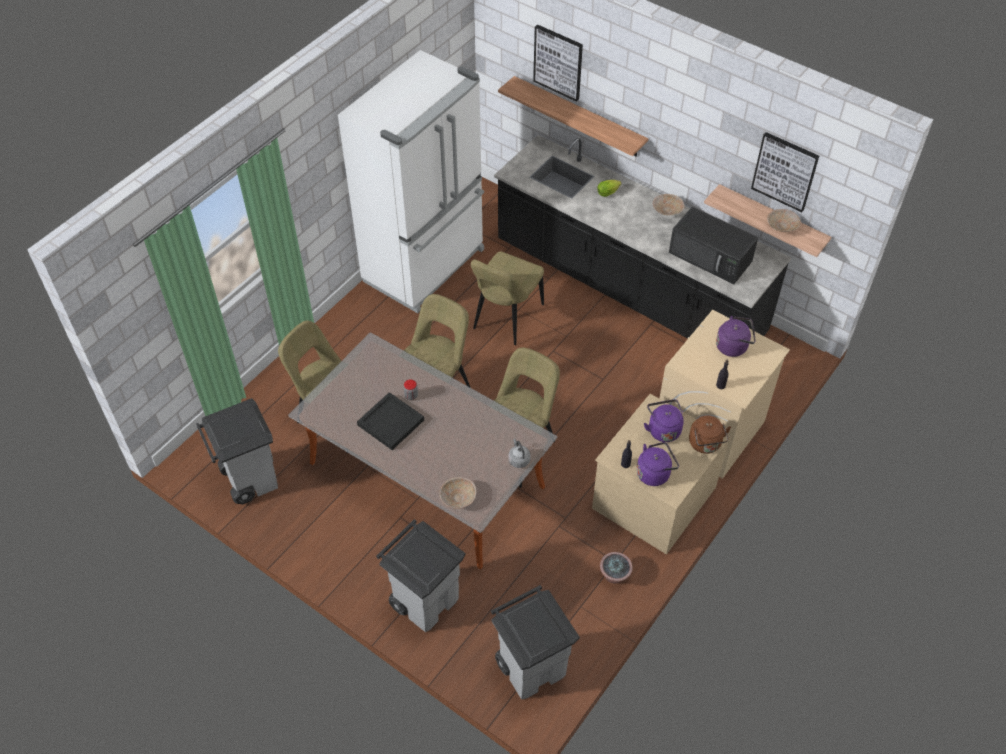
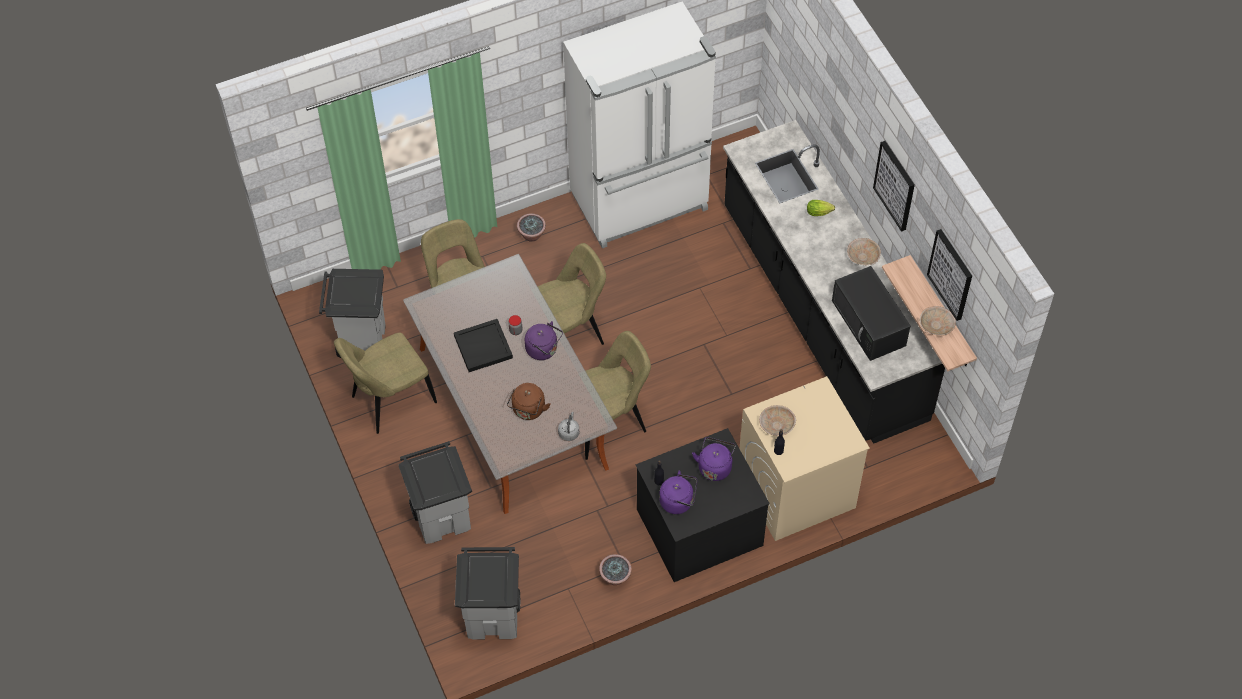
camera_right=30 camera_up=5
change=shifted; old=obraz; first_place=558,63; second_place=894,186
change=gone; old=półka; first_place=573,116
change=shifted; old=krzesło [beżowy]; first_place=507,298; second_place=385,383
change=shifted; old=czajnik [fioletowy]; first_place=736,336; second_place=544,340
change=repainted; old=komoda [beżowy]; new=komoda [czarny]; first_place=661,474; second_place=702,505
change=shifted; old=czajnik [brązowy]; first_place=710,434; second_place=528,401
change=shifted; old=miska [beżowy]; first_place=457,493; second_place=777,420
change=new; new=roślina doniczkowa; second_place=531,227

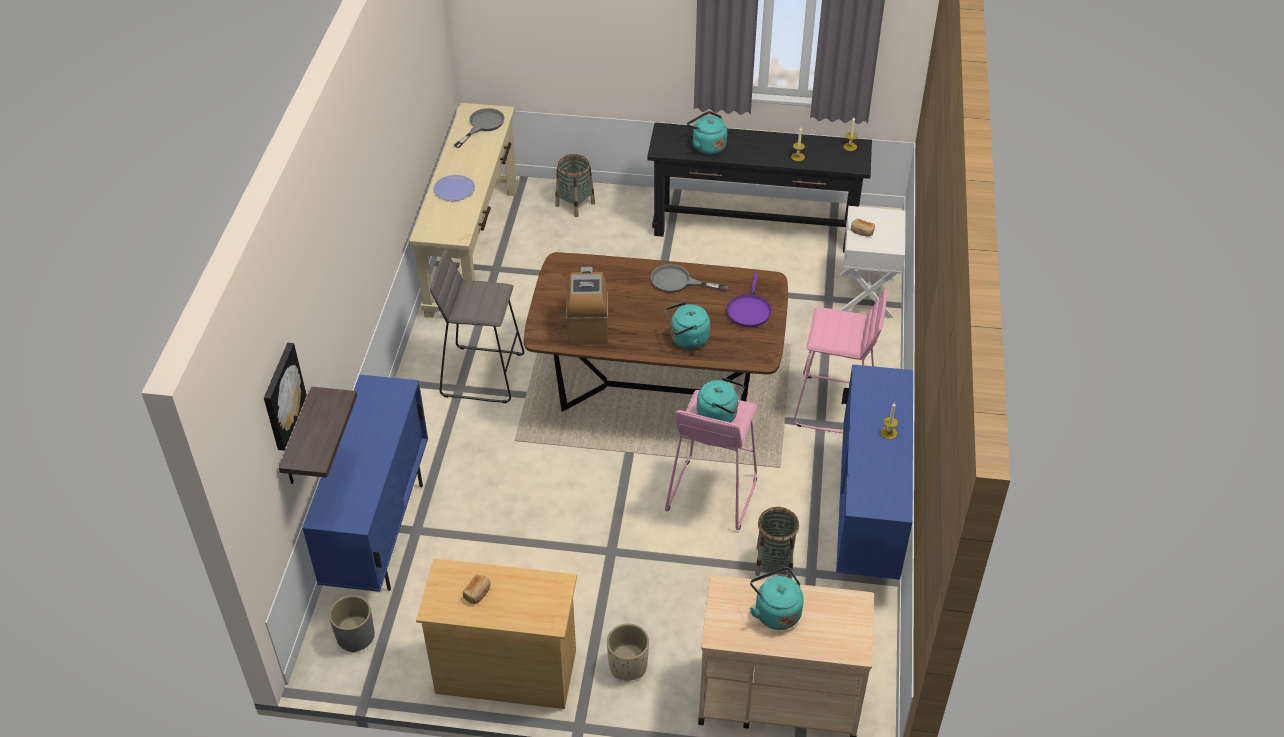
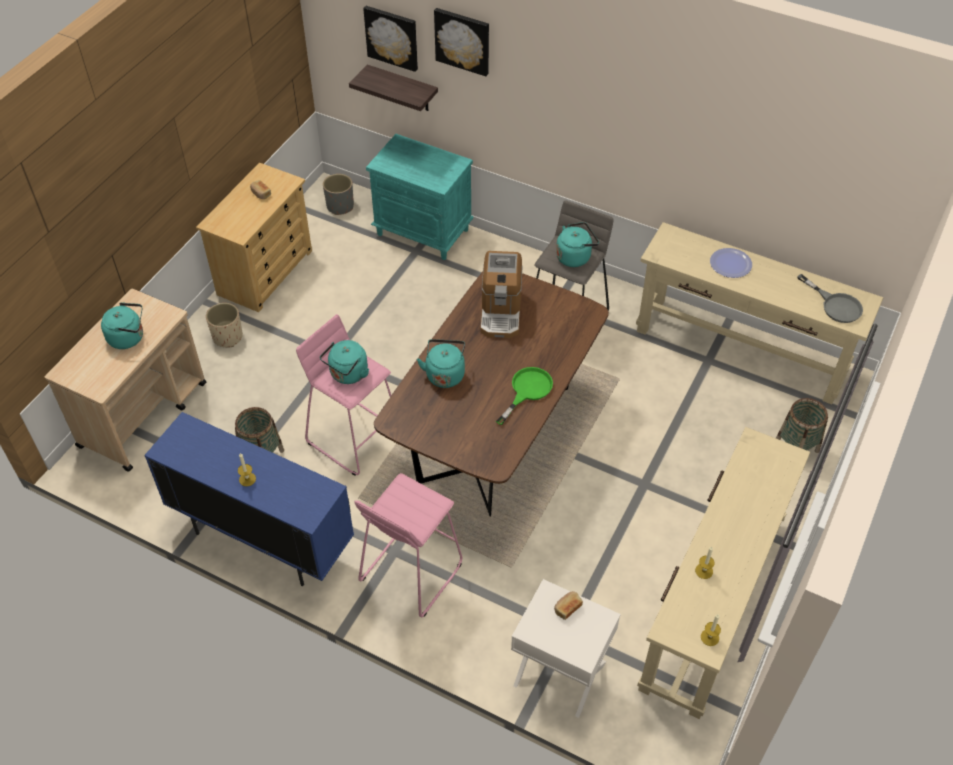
camera_right=110 camera_up=5
change=shifted; old=czajnik [turkusowy]; first_place=707,133; second_place=577,244
change=repainted; old=stolik konsolowy [czarny]; new=stolik konsolowy [beżowy]; first_place=759,187; second_place=723,573
change=repainted; old=patelnia [szary]; new=patelnia [zielony]; first_place=689,278; second_place=524,396
change=rotated; old=ekspres do kawy; first_place=587,306; second_place=501,294; degrees=75
change=gone; old=patelnia [fioletowy]; first_place=748,300
change=swapped; old=szafka [niebieski]; new=szafka nocna [turkusowy]; first_place=365,483; second_place=420,197
change=new; new=obraz; second_place=461,42

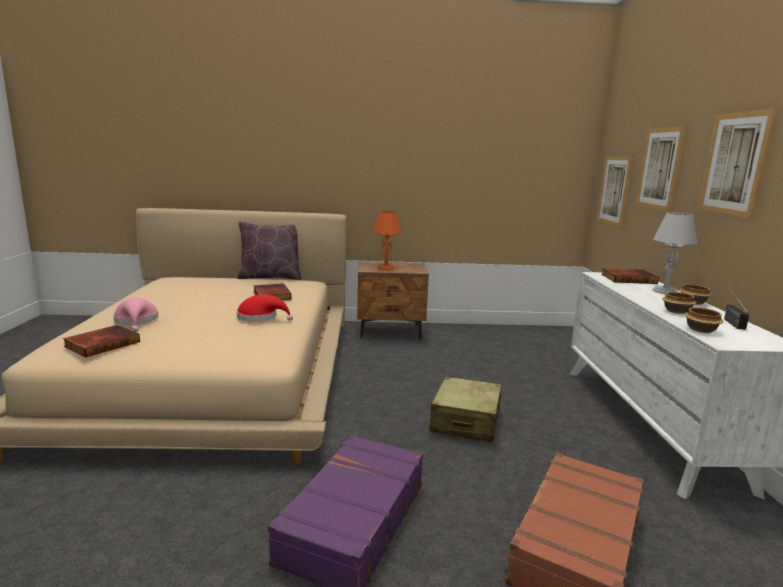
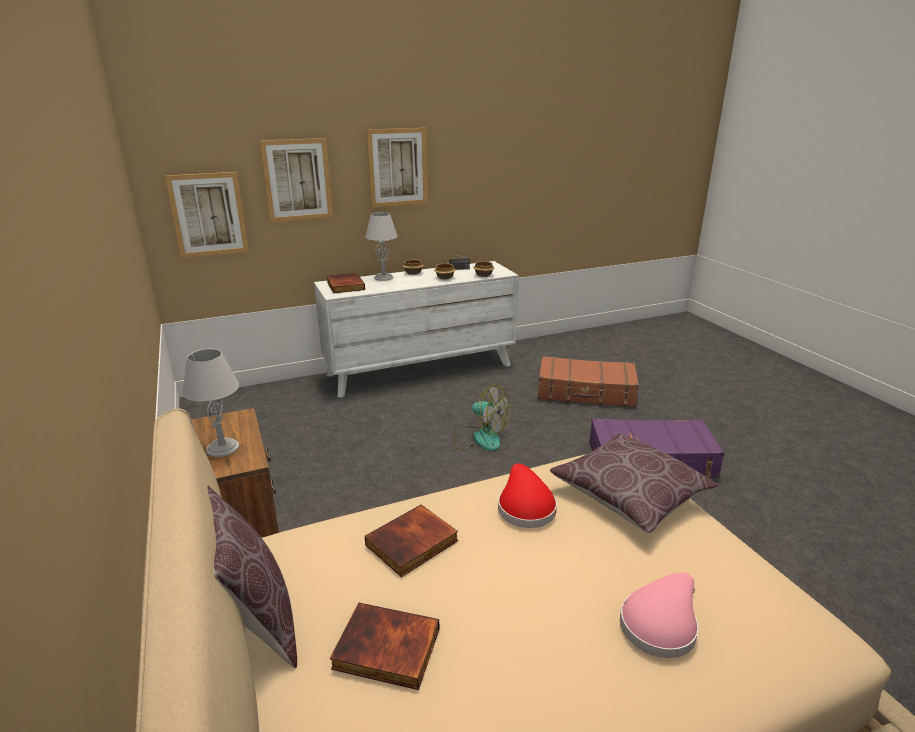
camera_right=-110 camera_up=10
change=repainted; old=lampa stołowa [pomarańczowy]; new=lampa stołowa [szary]; first_place=387,240; second_place=210,403
change=shifted; old=książka; first_place=101,341; second_place=384,646
change=swapped; old=walizka [beżowy]; new=wentylator; first_place=466,409; second_place=481,417
change=new; new=poduszka [brązowy]; second_place=634,483

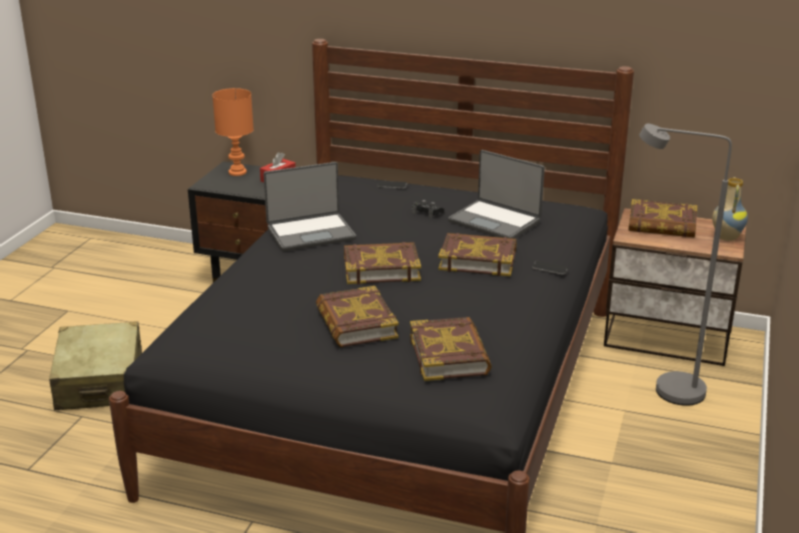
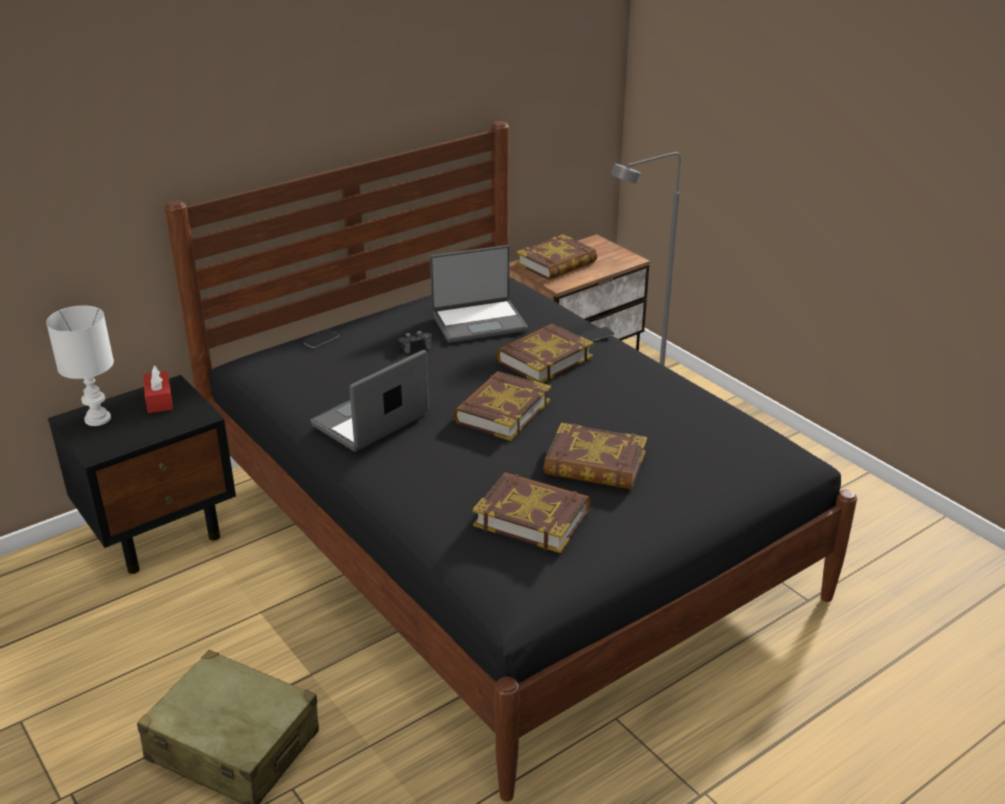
camera_right=-55 camera_up=5
change=repainted; old=lampa stołowa [pomarańczowy]; new=lampa stołowa [biały]; first_place=233,132; second_place=80,365
change=rotated; old=laptop; first_place=309,206; second_place=369,401; degrees=-150
change=gone; old=wazon; first_place=730,209
change=shifted; old=książka; first_place=451,349; second_place=531,512

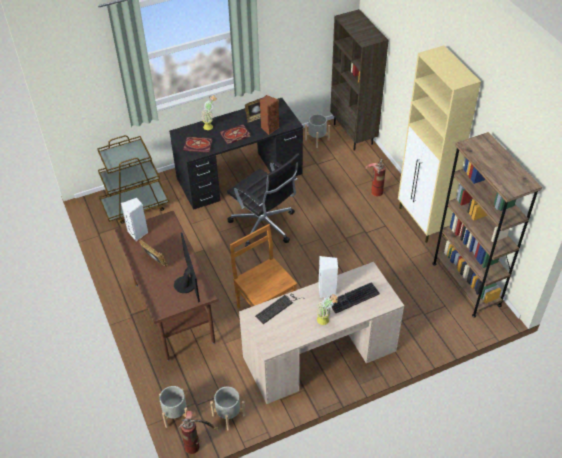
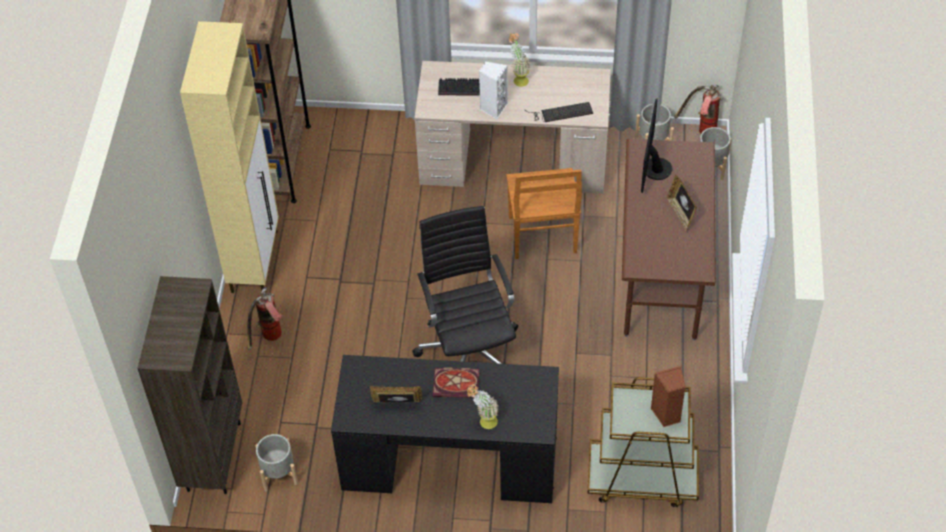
camera_right=-150 camera_up=5
change=shifted; old=głośnik [brązowy]; first_place=269,115; second_place=668,396
change=gone; old=książka; first_place=197,144
change=gone; old=głośnik [biały]; first_place=134,219

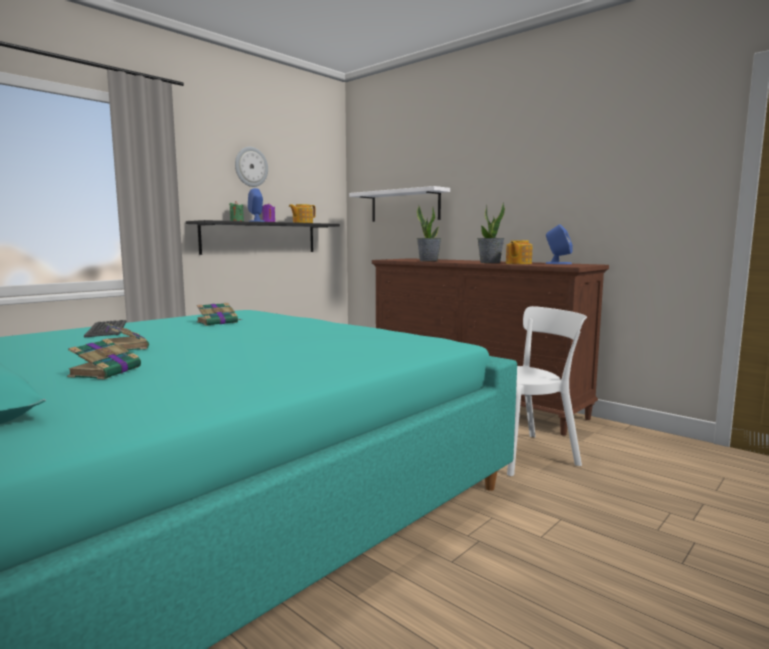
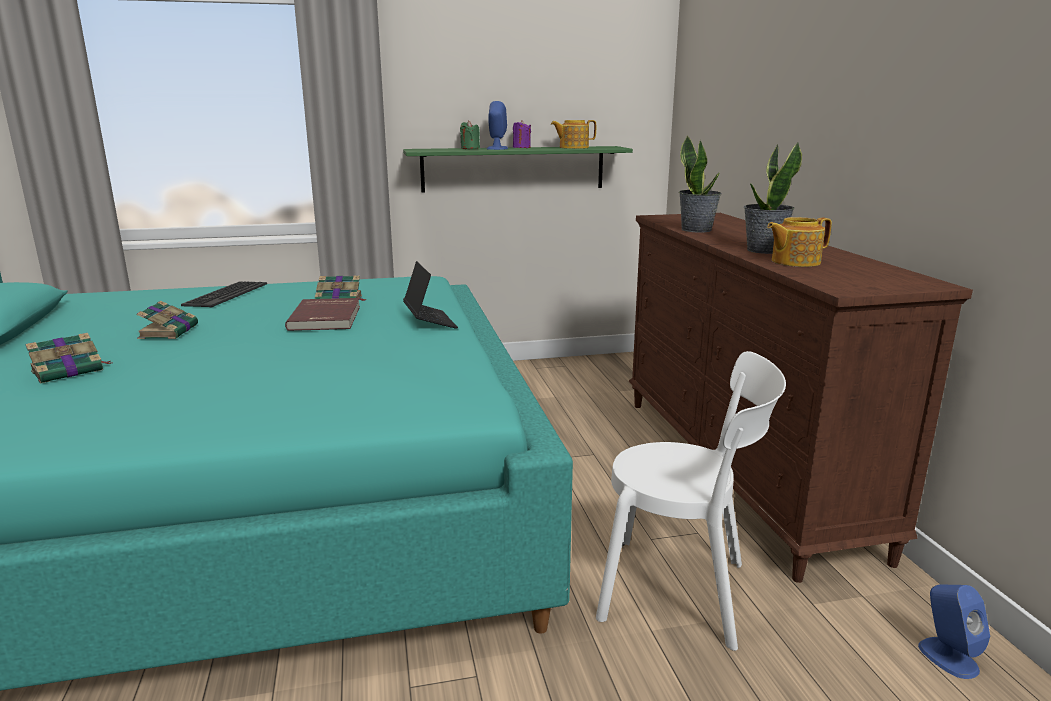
camera_right=35 camera_up=10
change=gone; old=zegar ścienny; first_place=251,167
change=gone; old=półka [biały]; first_place=399,204
change=repainted; old=półka [czarny]; new=półka [zielony]; first_place=263,237; second_place=518,169
change=shifted; old=głośnik [niebieski]; first_place=559,244; second_place=954,632
change=new; new=laptop; second_place=430,295
change=new; new=książka [czerwony]; second_place=322,314

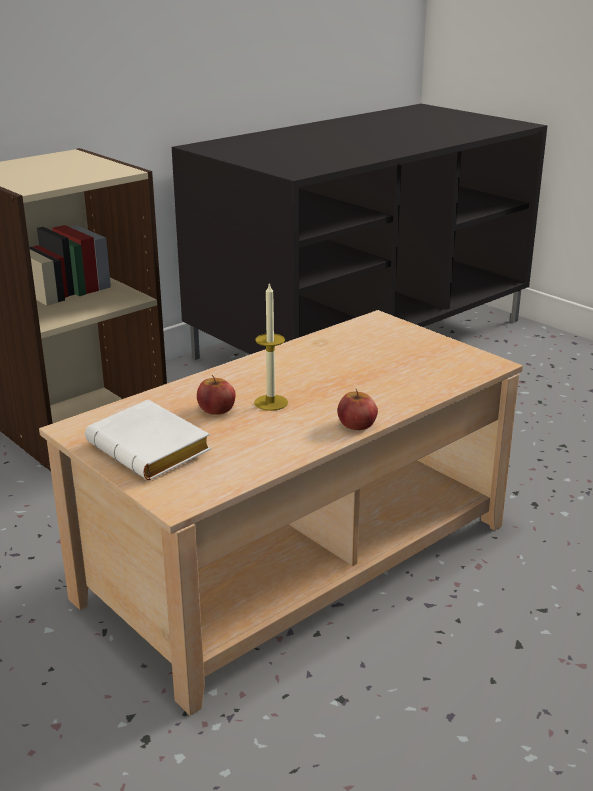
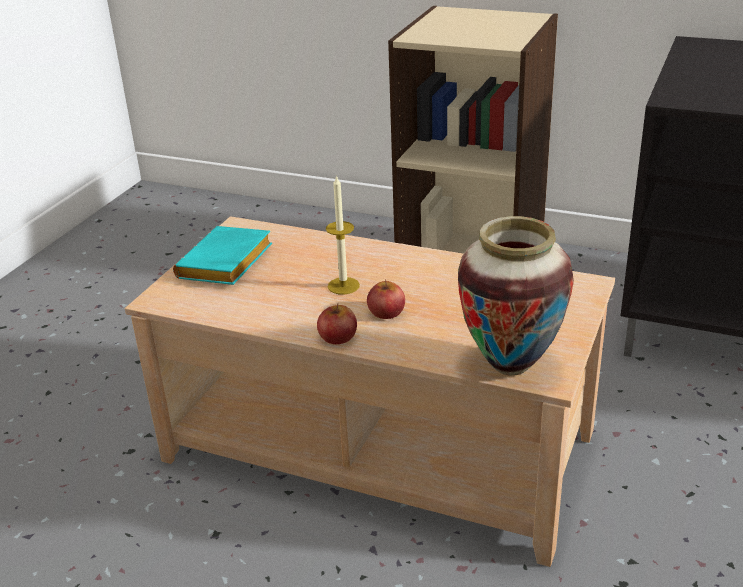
camera_right=65 camera_up=5
change=shifted; old=jabłko; first_place=216,395; second_place=386,299
change=repainted; old=książka [biały]; new=książka [turkusowy]; first_place=148,440; second_place=222,255
change=new; new=wazon; second_place=516,296

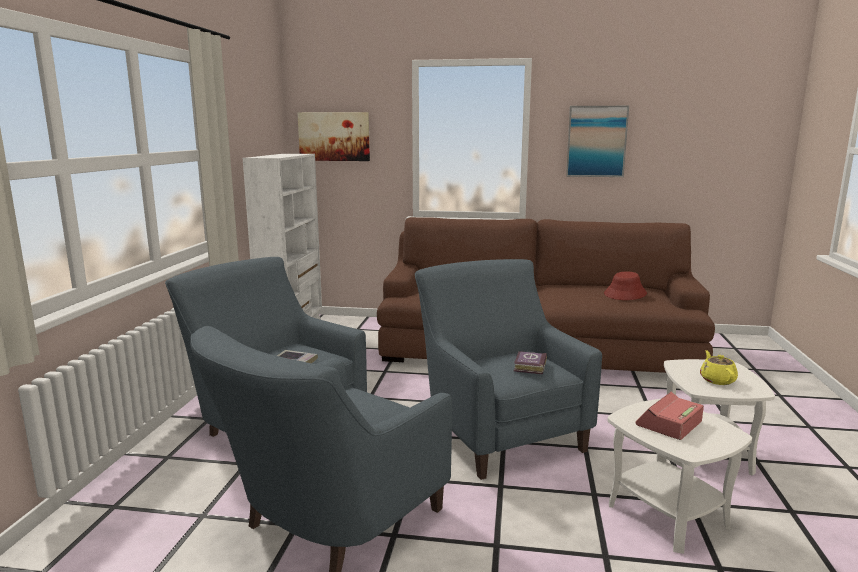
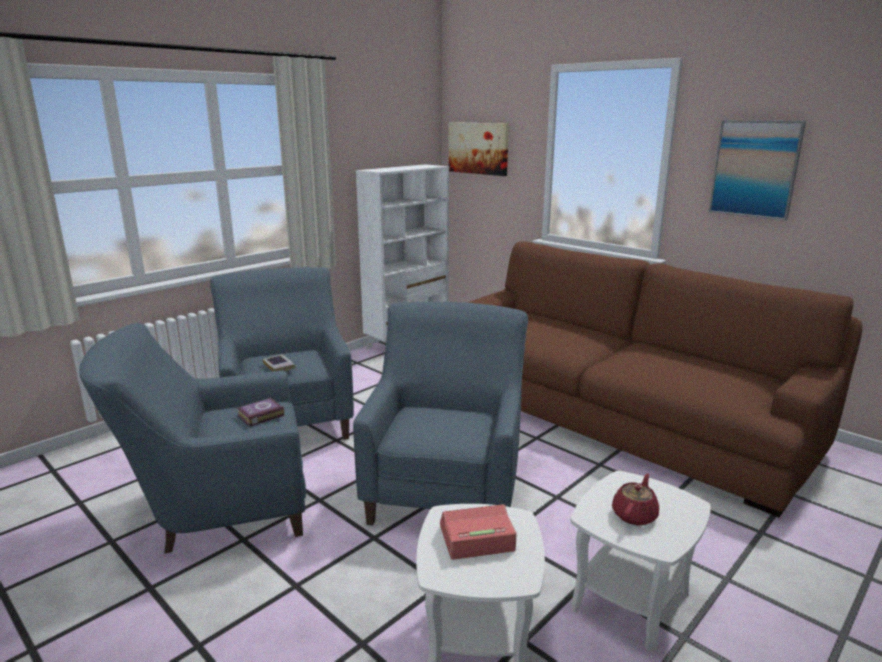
camera_right=35 camera_up=5
change=gone; old=kapelusz [czerwony]; first_place=625,285
change=repainted; old=imbryk [żółty]; new=imbryk [czerwony]; first_place=719,367; second_place=635,499
change=shifted; old=książka; first_place=530,363; second_place=260,412

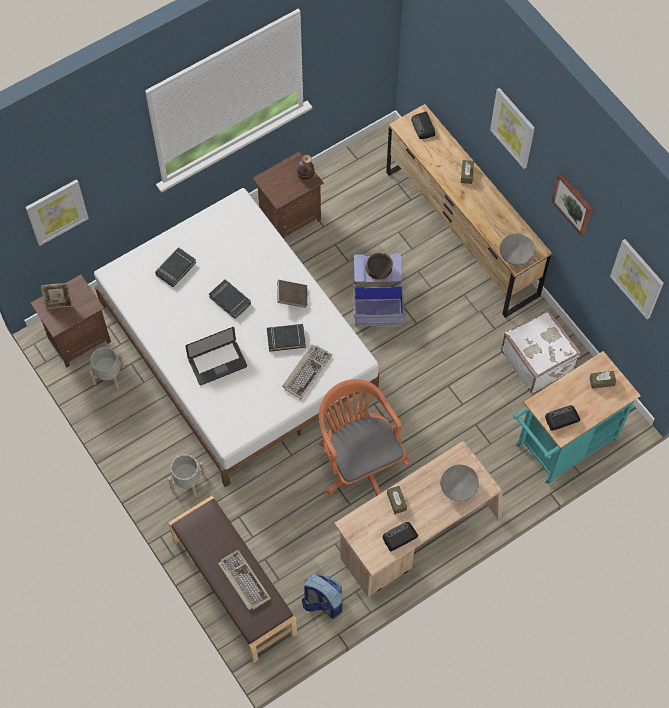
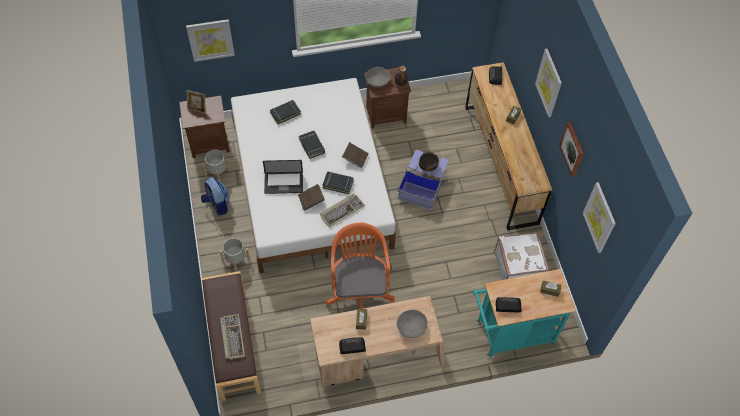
camera_right=20 camera_up=-5
change=shifted; old=miska [szary]; first_place=517,249; second_place=378,77
change=shifted; old=plecak; first_place=322,596; second_place=215,196
change=new; new=książka [brązowy]; second_place=311,197

